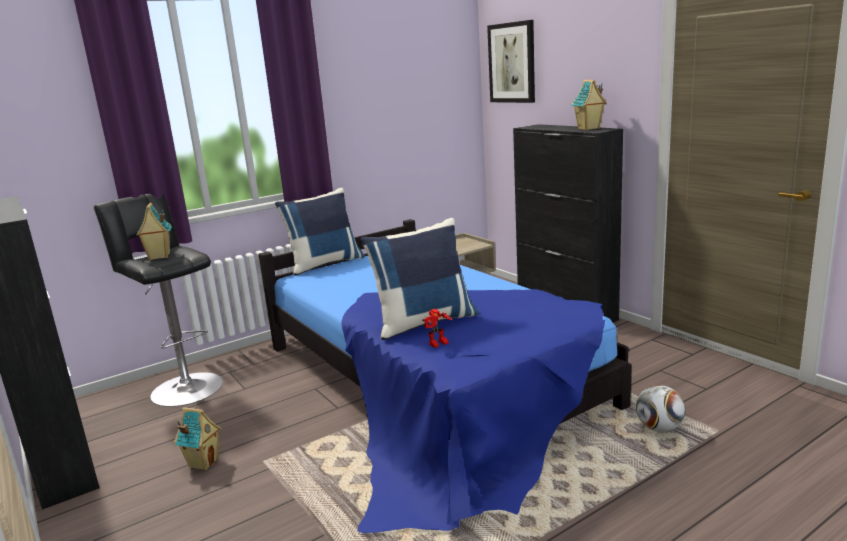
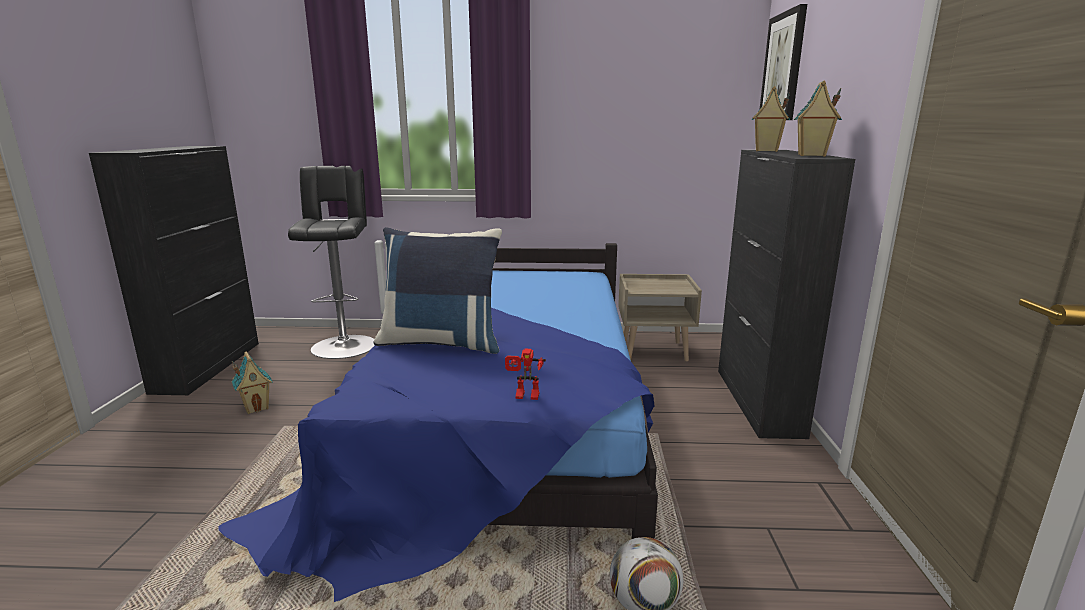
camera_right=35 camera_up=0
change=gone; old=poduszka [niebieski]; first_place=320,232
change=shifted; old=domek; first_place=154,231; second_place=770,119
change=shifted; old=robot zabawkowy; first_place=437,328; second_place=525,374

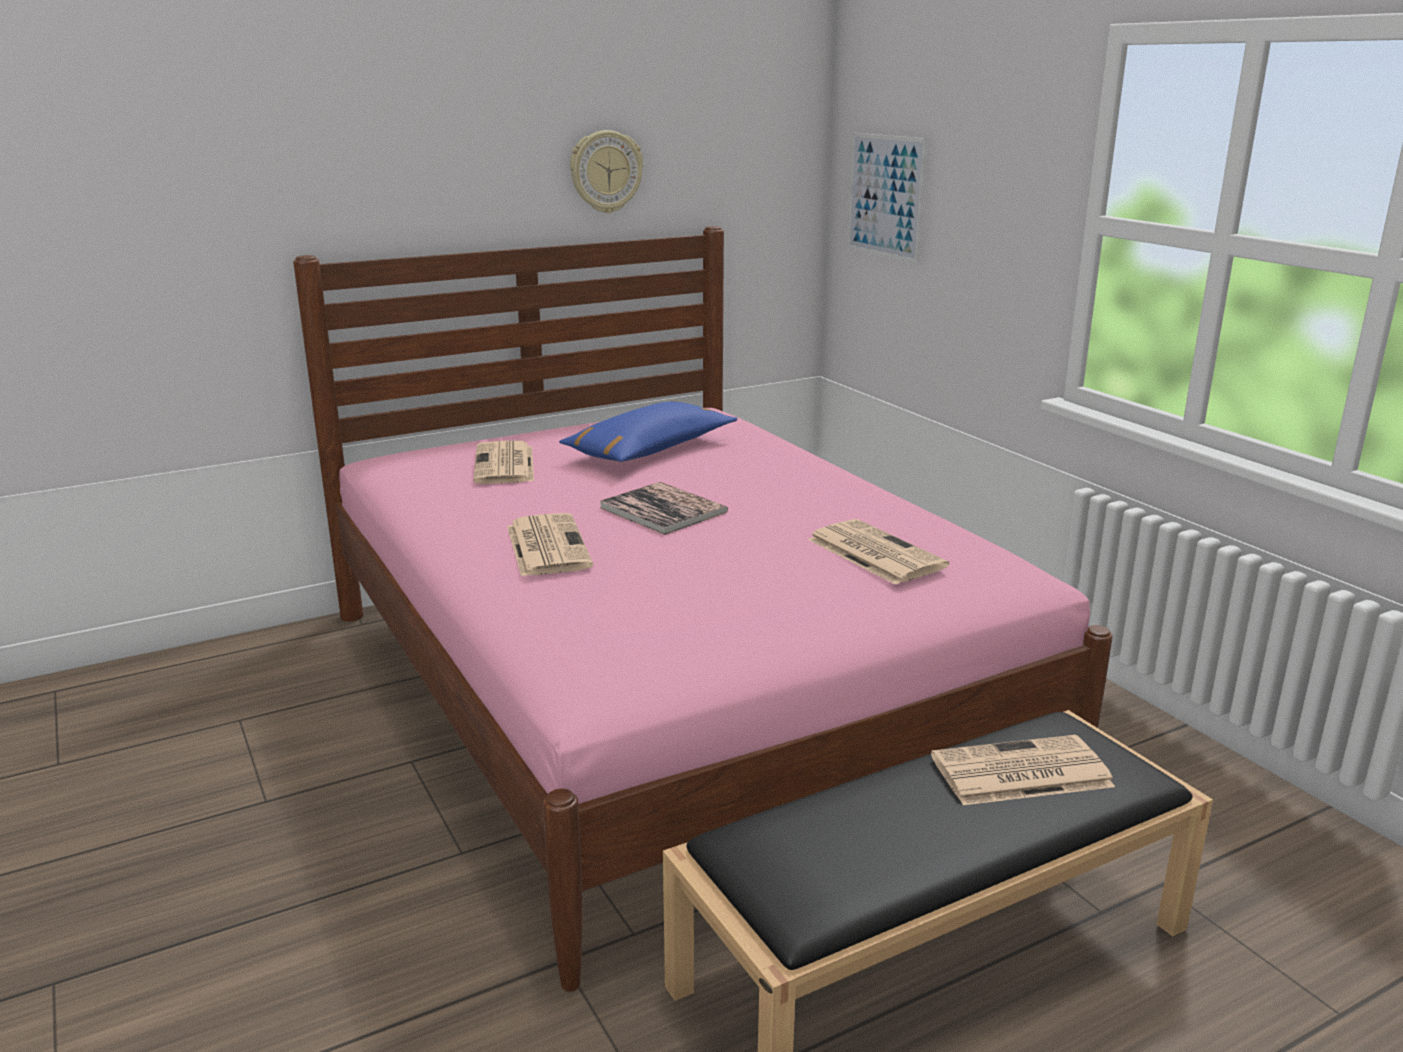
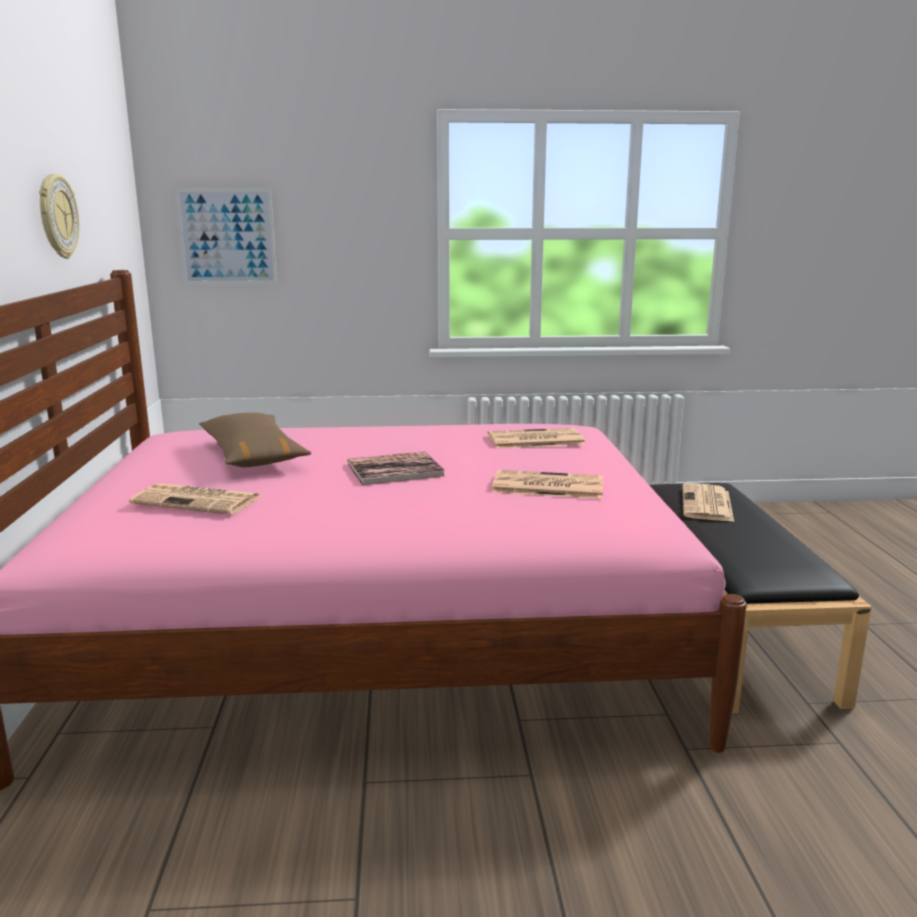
camera_right=-65 camera_up=-5
change=repainted; old=poduszka [niebieski]; new=poduszka [brązowy]; first_place=648,431; second_place=255,440
change=shifted; old=gazeta; first_place=550,545; second_place=547,484

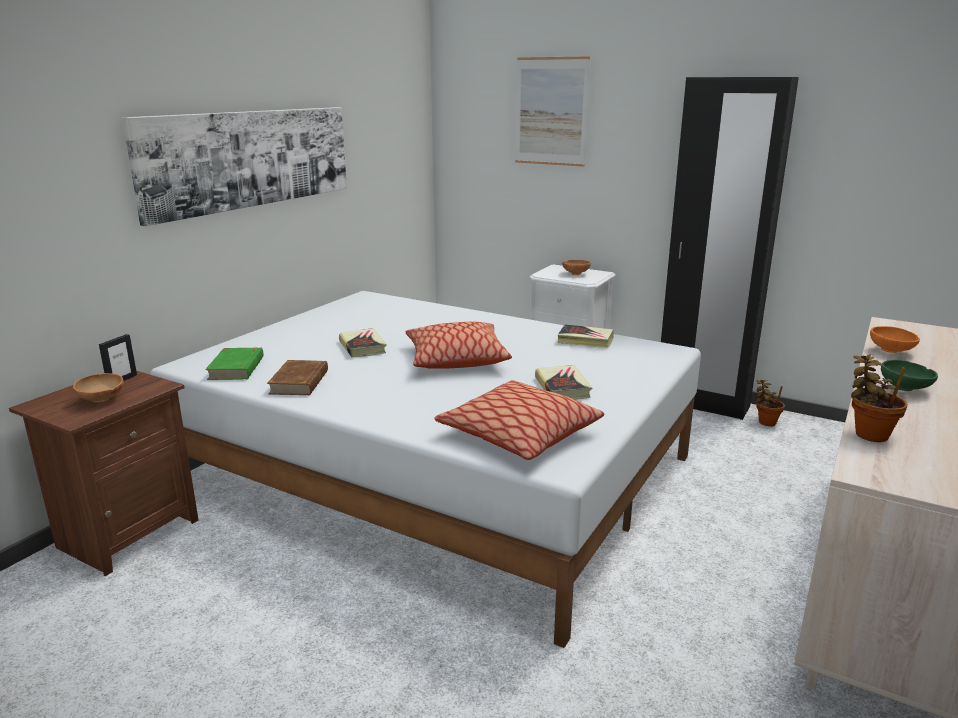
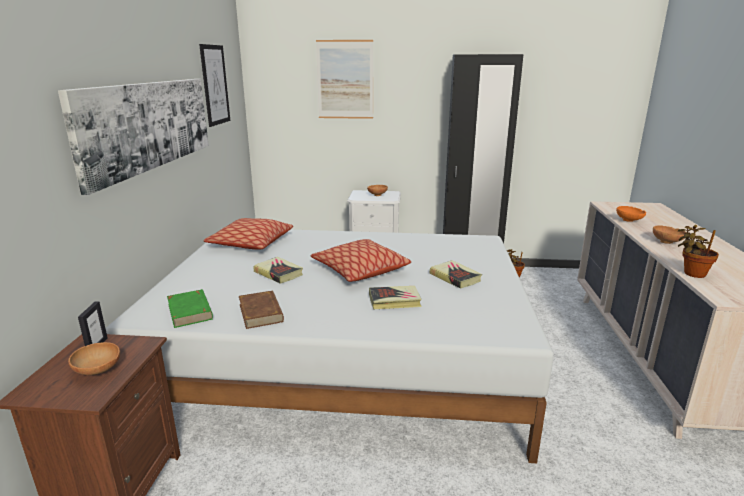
camera_right=-25 camera_up=0
change=shifted; old=książka; first_place=586,336; second_place=395,297
change=repainted; old=miska [zielony]; new=miska [brązowy]; first_place=909,375; second_place=669,234
change=shifted; old=poduszka; first_place=519,420; second_place=248,234
change=new; new=obraz; second_place=214,85

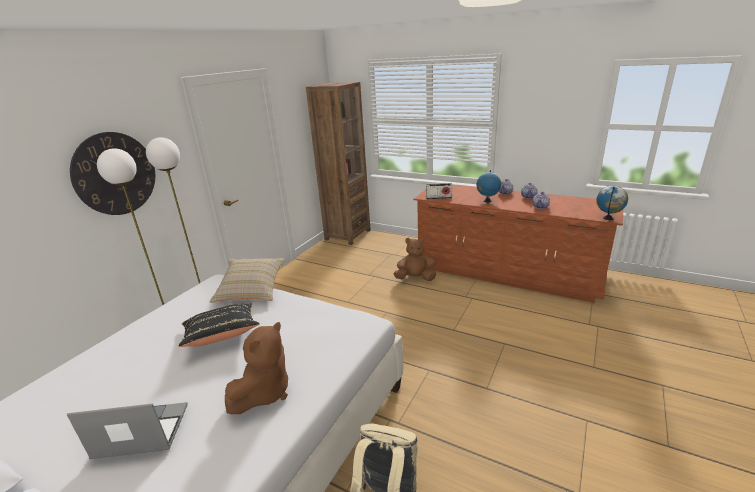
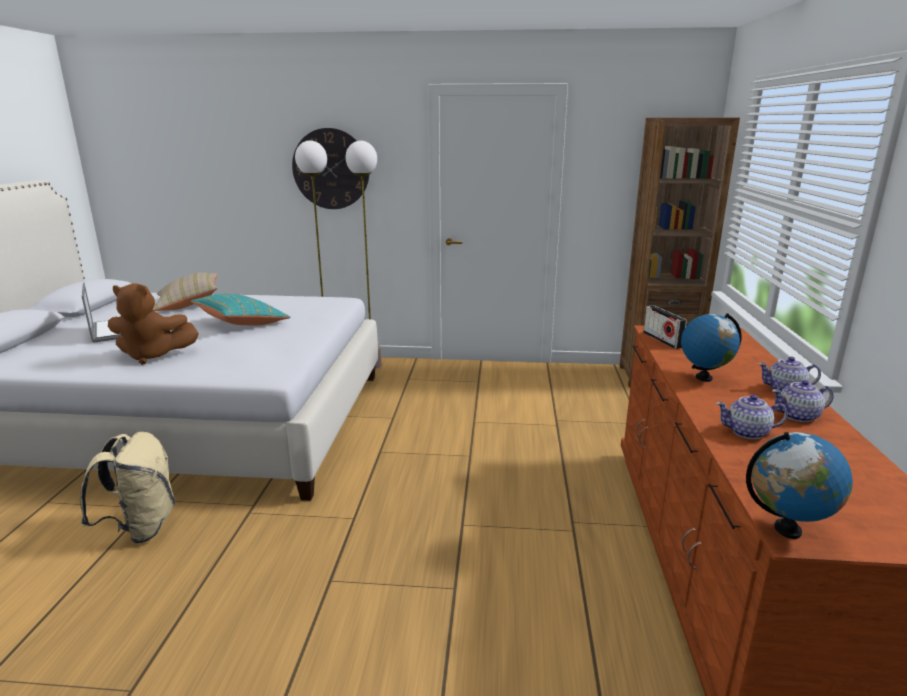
camera_right=65 camera_up=-5
change=gone; old=pluszak [brązowy]; first_place=414,259
change=shifted; old=poduszka [beżowy]; first_place=246,280; second_place=185,292
change=repainted; old=poduszka [czarny]; new=poduszka [turkusowy]; first_place=219,325; second_place=241,310

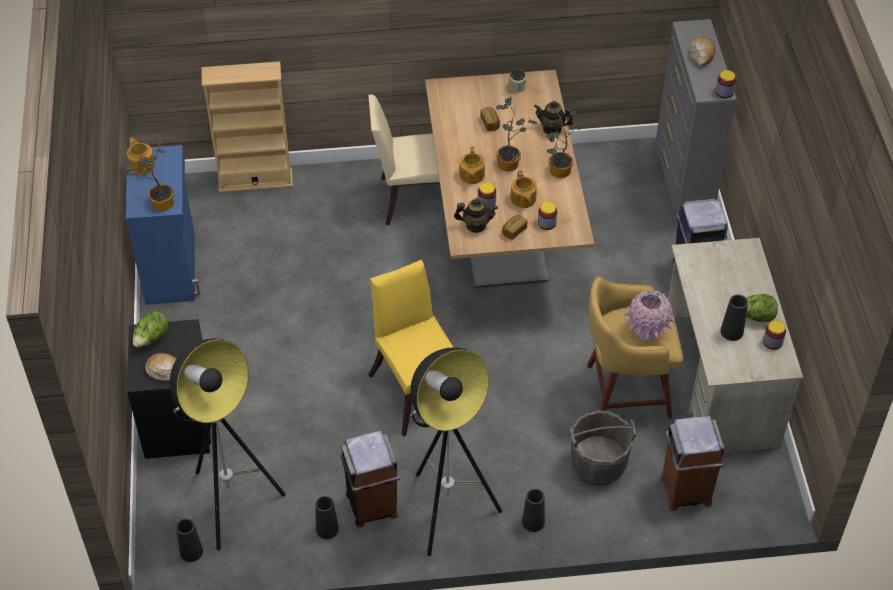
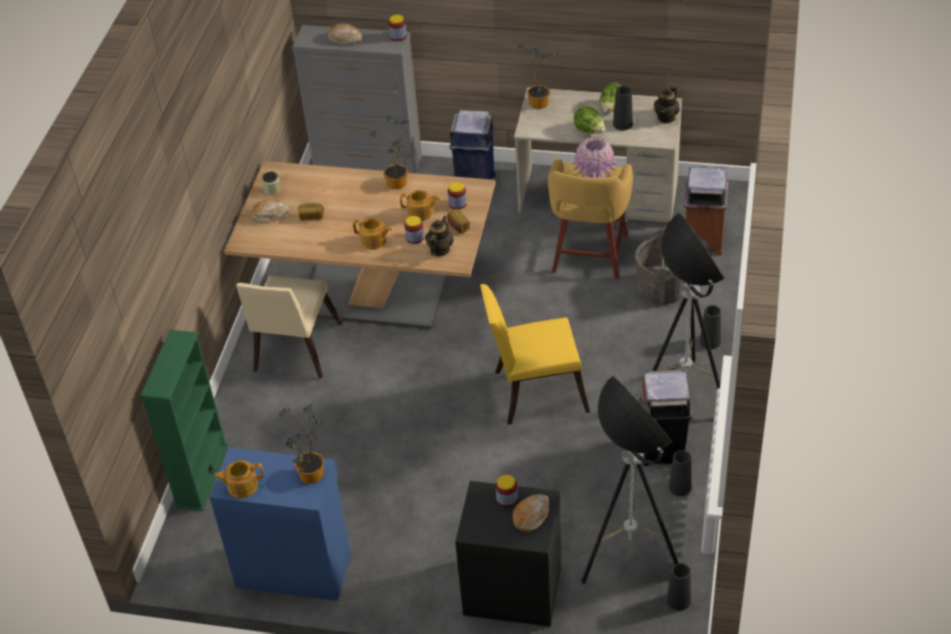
camera_right=-70 camera_up=-5
change=repainted; old=regał [beżowy]; new=regał [zielony]; first_place=247,126; second_place=184,420
change=shifted; old=roślina doniczkowa; first_place=517,134; second_place=537,76
change=shifted; old=imbryk; first_place=554,117; second_place=667,104
change=shifted; old=sałata; first_place=150,329; second_place=589,119
change=shifted; old=słoik; first_place=774,335; second_place=507,491
change=new; new=chleb; second_place=270,211

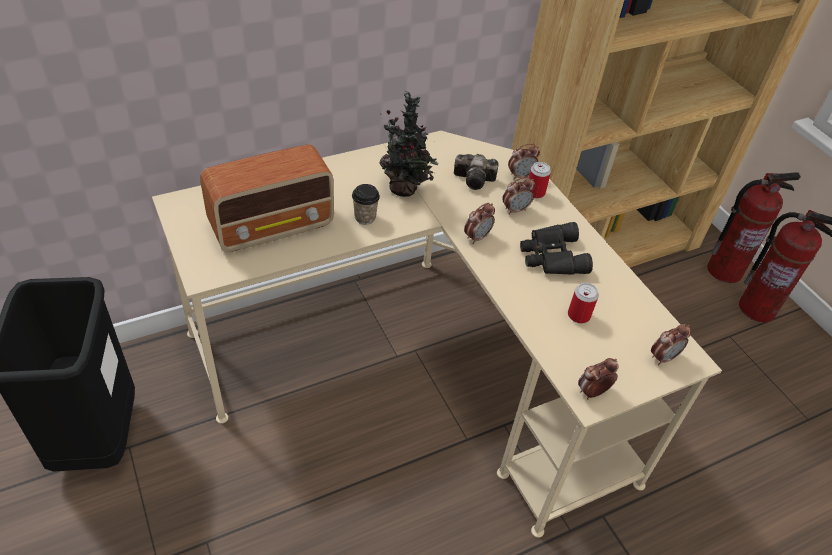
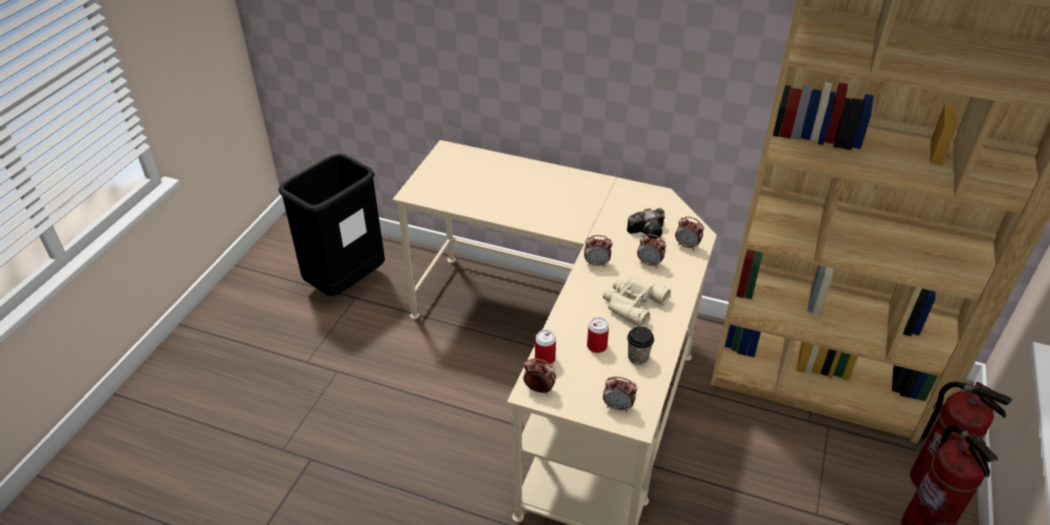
camera_right=50 camera_up=-5
change=gone; old=roślina doniczkowa; first_place=408,144
change=gone; old=radio; first_place=267,198
change=rotated; old=aparat fotograficzny; first_place=476,172; second_place=646,223; degrees=-75
change=shifted; old=puszka; first_place=539,180; second_place=545,347
change=shifted; old=filiżanka; first_place=366,204; second_place=640,345
change=repainted; old=lornetka [czarny]; new=lornetka [beżowy]; first_place=556,248; second_place=637,302

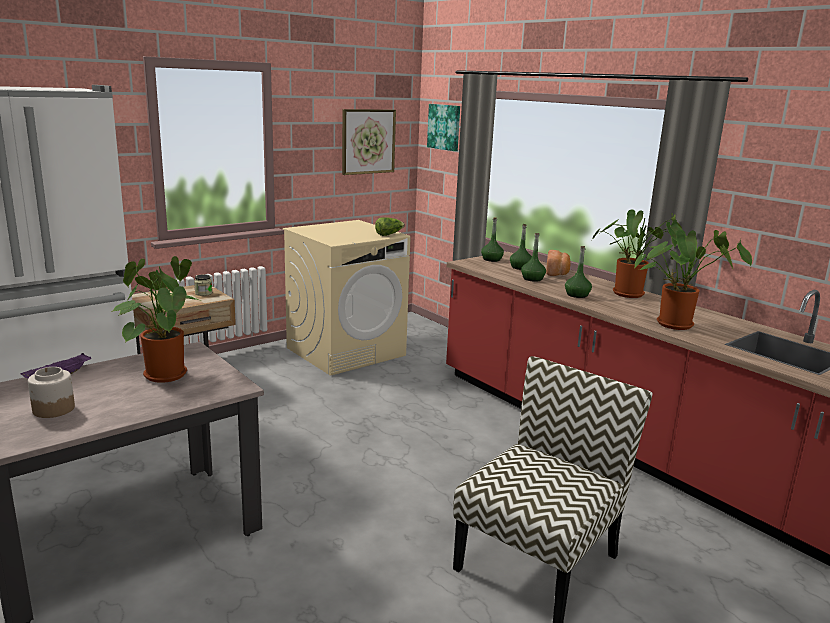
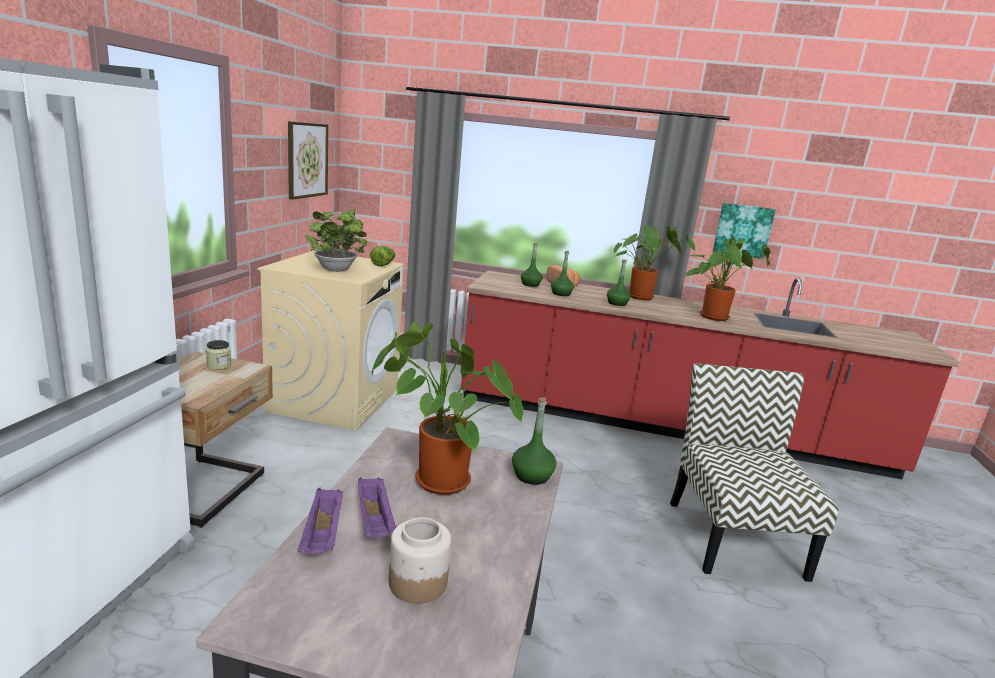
camera_right=-40 camera_up=0
change=shifted; old=obraz; first_place=443,127; second_place=744,231
change=shifted; old=butelka [zielony]; first_place=492,239; second_place=534,441
change=new; new=roślina doniczkowa; second_place=338,240
change=new; new=taca [fioletowy]; second_place=377,507

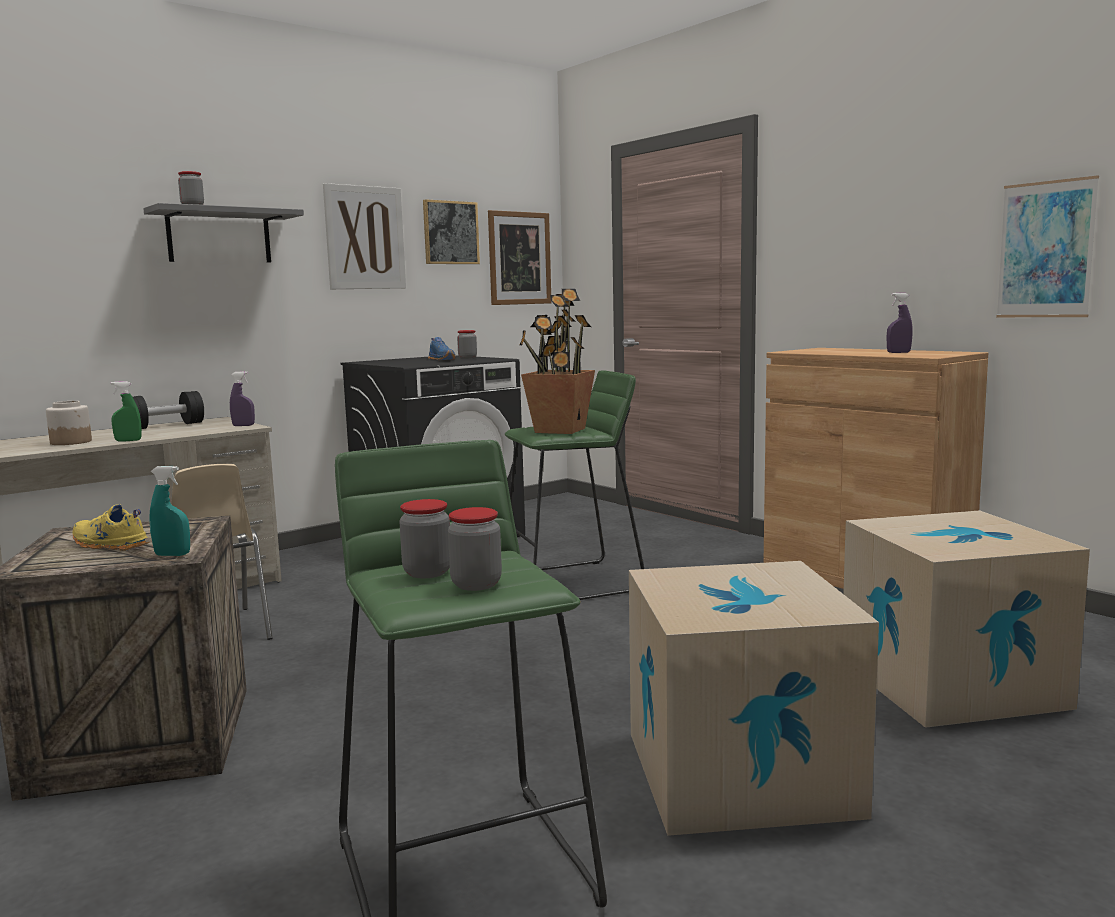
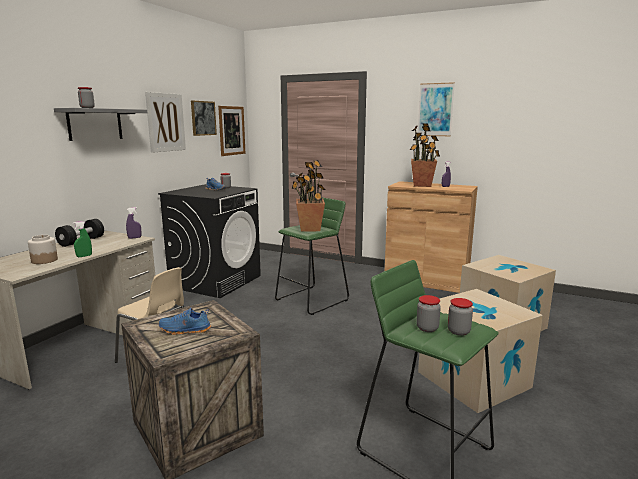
camera_right=-25 camera_up=5
change=shifted; old=obraz; first_place=1047,246; second_place=436,109
change=gone; old=spryskiwacz [turkusowy]; first_place=169,511
change=repainted; old=but [żółty]; new=but [niebieski]; first_place=110,527; second_place=185,321
change=new; new=roślina doniczkowa; second_place=425,155

